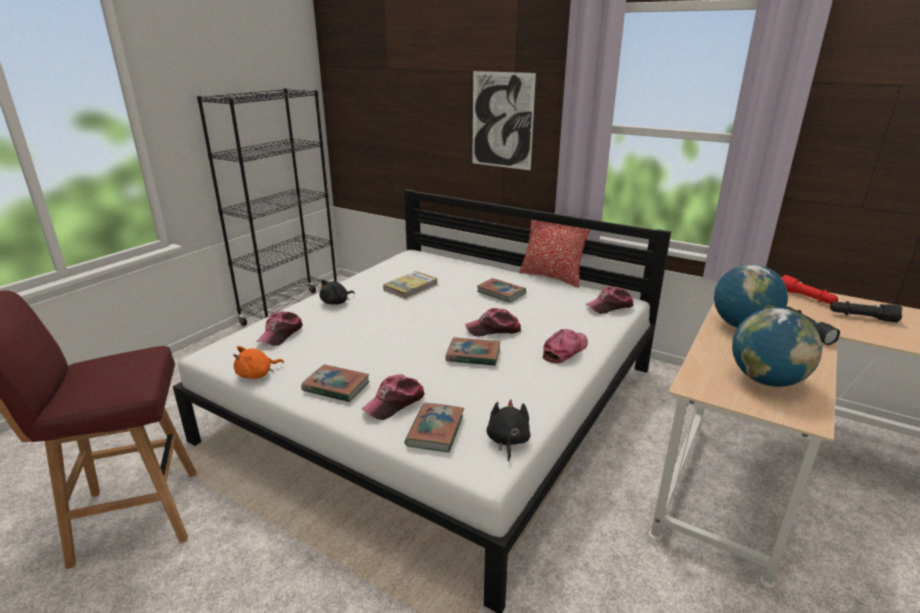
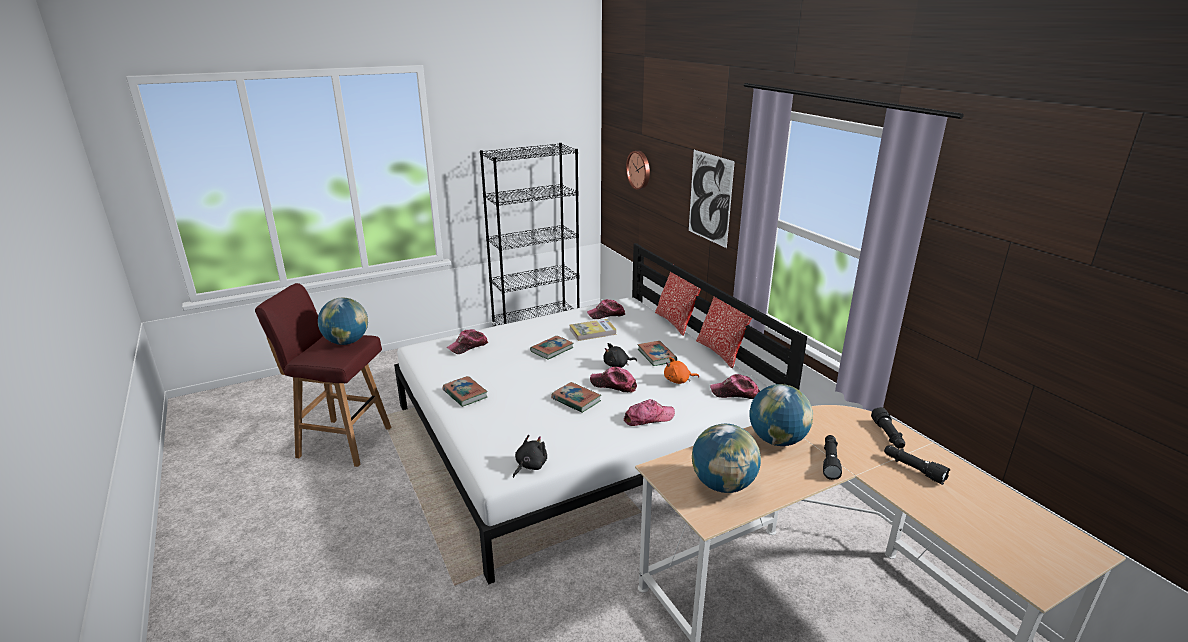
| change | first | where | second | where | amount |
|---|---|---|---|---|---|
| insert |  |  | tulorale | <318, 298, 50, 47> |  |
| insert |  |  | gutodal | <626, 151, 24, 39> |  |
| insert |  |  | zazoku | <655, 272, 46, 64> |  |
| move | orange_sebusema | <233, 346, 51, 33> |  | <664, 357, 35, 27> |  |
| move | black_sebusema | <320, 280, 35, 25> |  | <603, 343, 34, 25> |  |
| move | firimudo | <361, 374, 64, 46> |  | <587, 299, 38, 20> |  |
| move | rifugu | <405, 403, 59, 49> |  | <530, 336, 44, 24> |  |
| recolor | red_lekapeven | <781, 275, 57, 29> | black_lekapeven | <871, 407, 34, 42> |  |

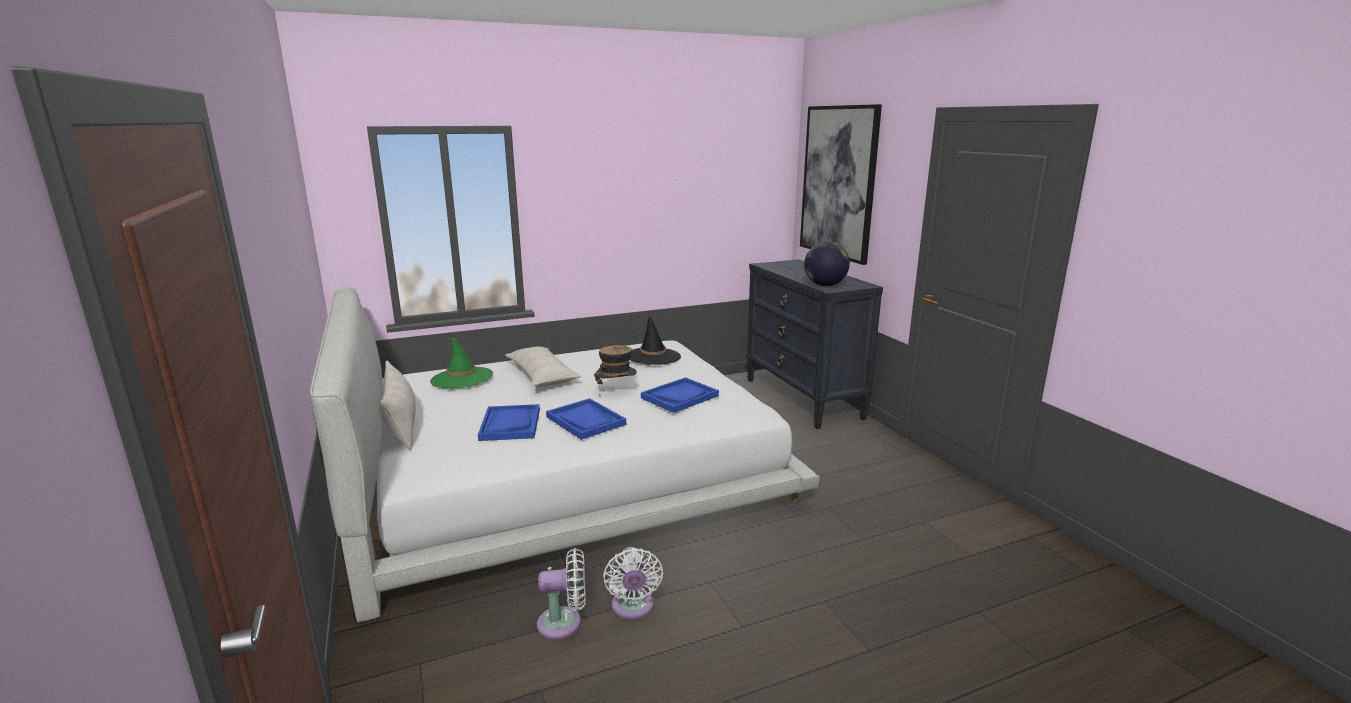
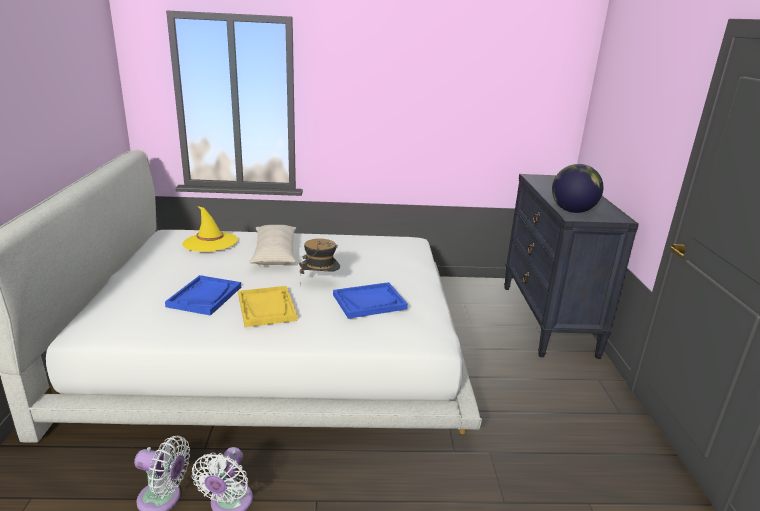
| change | first | where | second | where | amount |
|---|---|---|---|---|---|
| delete | beige_zazoku | <380, 361, 36, 90> |  |  |  |
| delete | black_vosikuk | <629, 315, 52, 50> |  |  |  |
| delete | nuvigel | <800, 104, 82, 161> |  |  |  |
| recolor | green_vosikuk | <430, 338, 63, 50> | yellow_vosikuk | <182, 206, 56, 46> |  |
| recolor | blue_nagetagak | <546, 398, 80, 42> | yellow_nagetagak | <238, 286, 59, 41> |  |

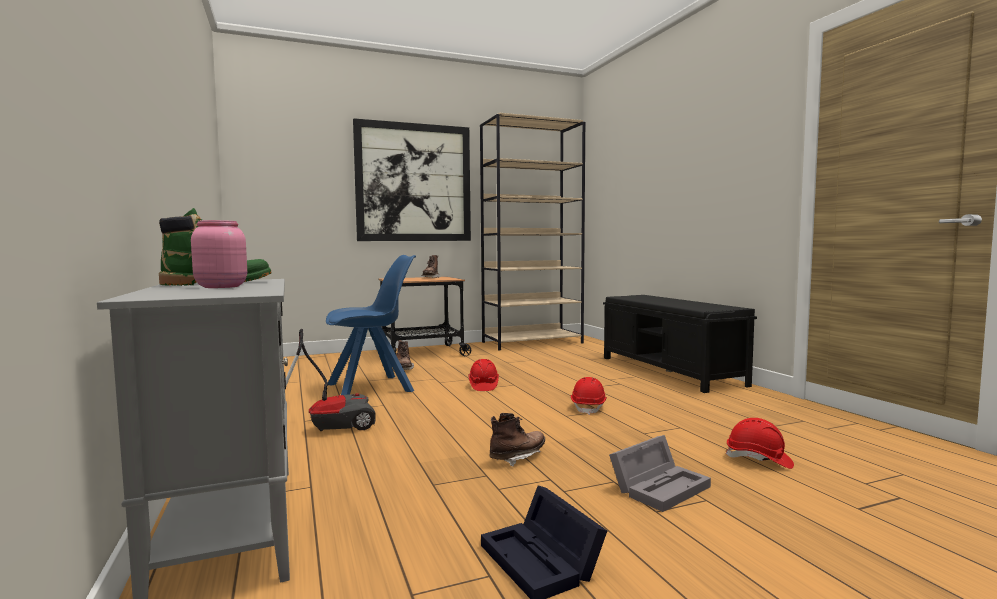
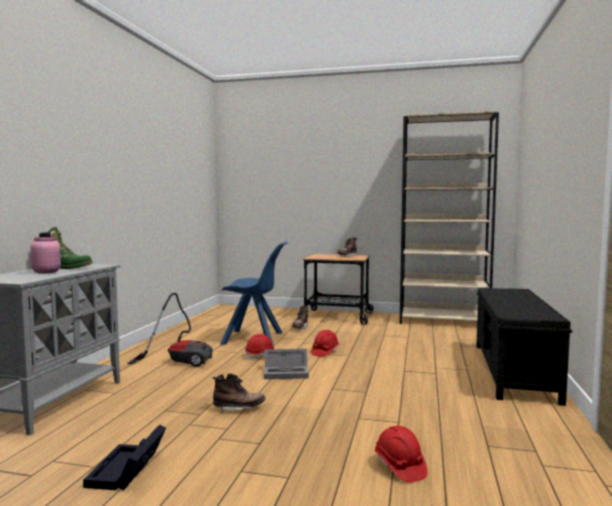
| change | first | where | second | where | amount |
|---|---|---|---|---|---|
| delete | nuvigel | <353, 118, 118, 123> |  |  |  |
| move | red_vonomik | <571, 377, 36, 38> |  | <245, 334, 29, 26> |  |
| move | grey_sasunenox | <609, 435, 102, 77> |  | <264, 349, 45, 30> |  |

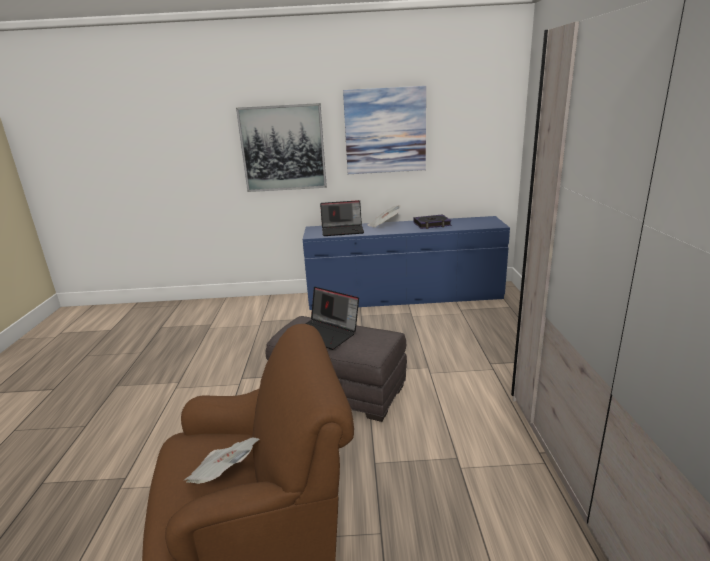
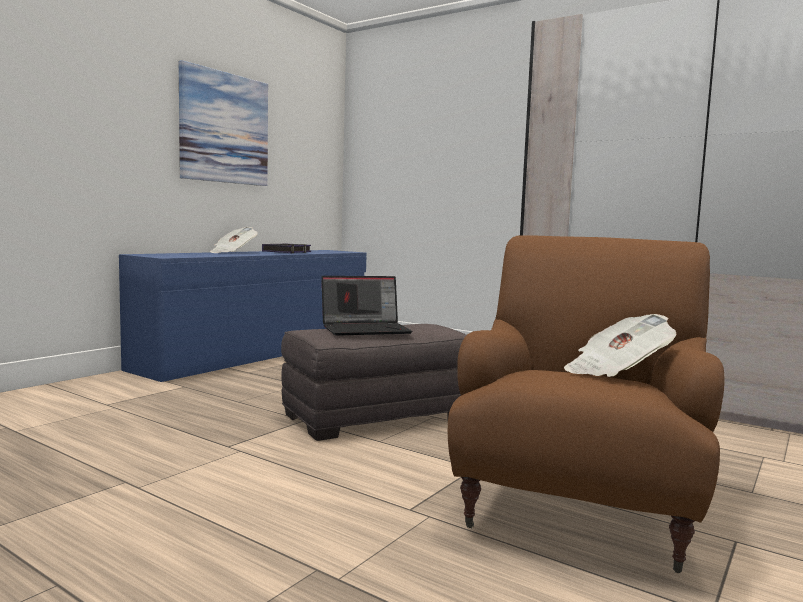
| change | first | where | second | where | amount |
|---|---|---|---|---|---|
| delete | nuvigel | <236, 103, 91, 89> |  |  |  |
| delete | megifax | <320, 200, 44, 36> |  |  |  |

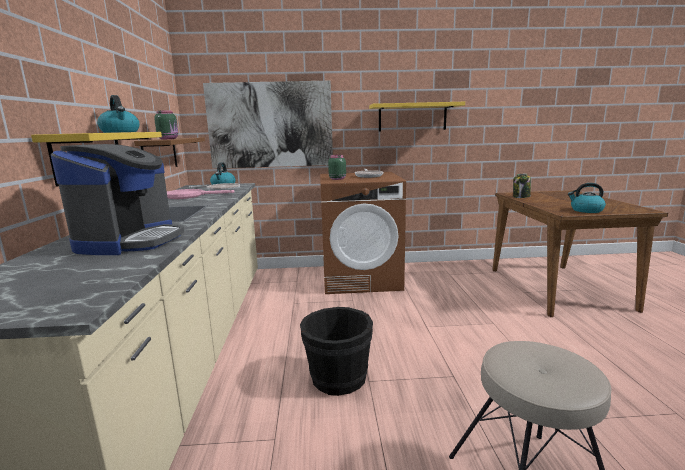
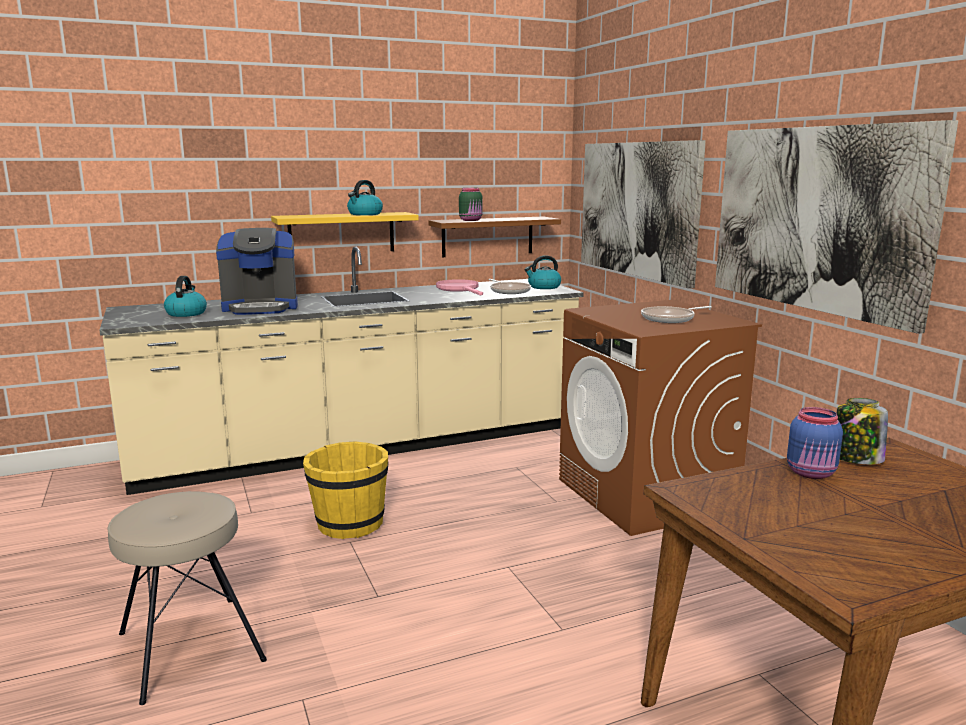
| change | first | where | second | where | amount |
|---|---|---|---|---|---|
| delete | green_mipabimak | <328, 155, 18, 25> |  |  |  |
| insert |  |  | blue_mipabimak | <787, 407, 56, 72> |  |
| move | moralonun | <568, 183, 38, 30> |  | <164, 276, 43, 41> |  |
| replace | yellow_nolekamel | <369, 102, 96, 29> | nuvigel | <715, 120, 243, 214> |  |
| recolor | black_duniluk | <300, 307, 73, 89> | yellow_duniluk | <303, 441, 86, 98> |  |

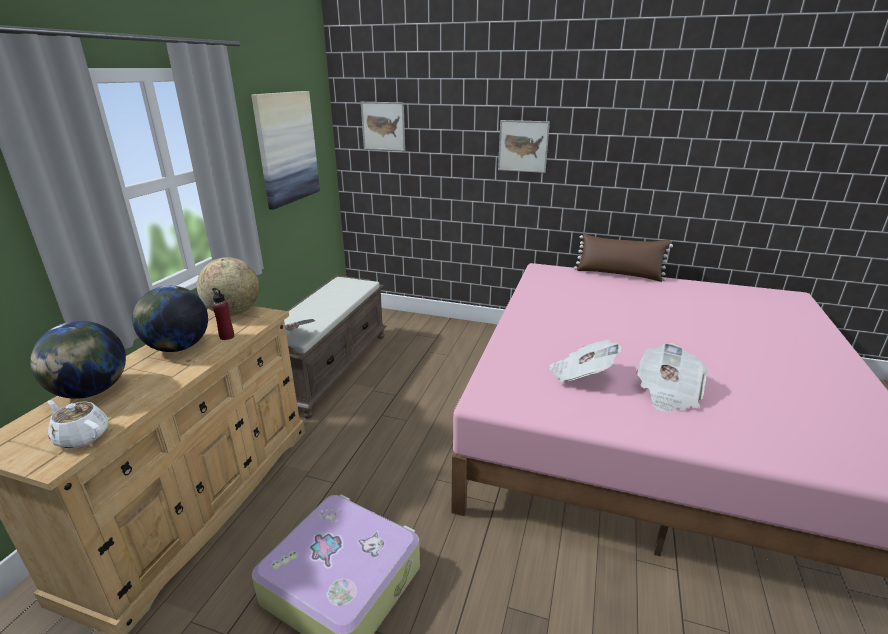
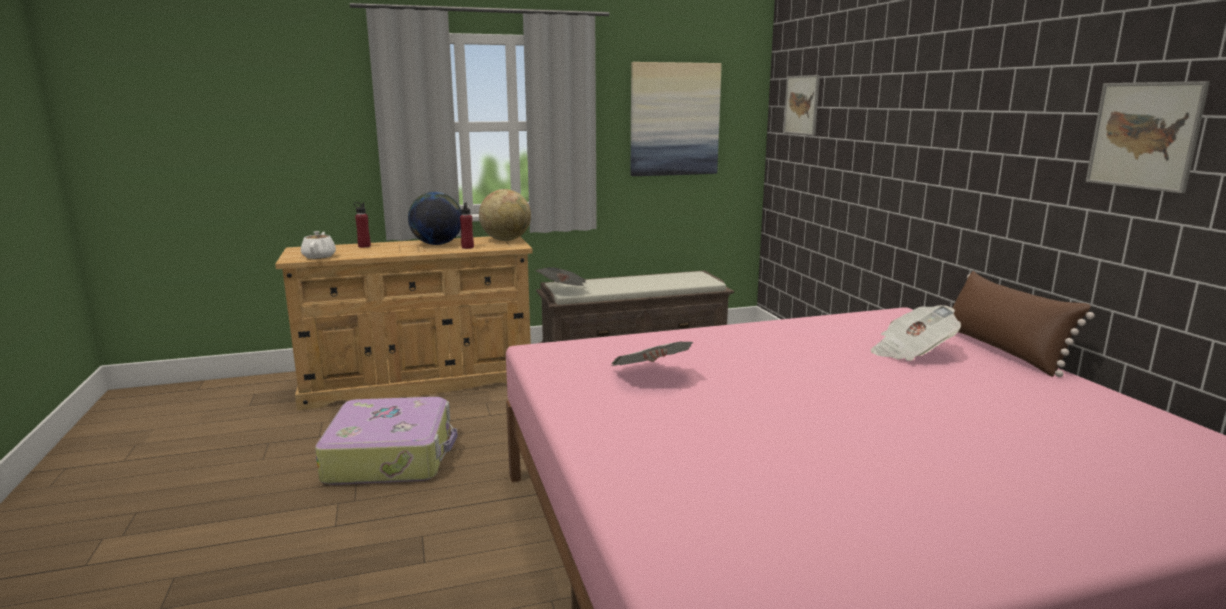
| change | first | where | second | where | amount |
|---|---|---|---|---|---|
| move | nuvigel | <498, 120, 52, 53> |  | <1086, 81, 124, 112> |  |
| move | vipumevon | <636, 343, 72, 68> |  | <871, 305, 90, 56> |  |
| replace | tulorale | <30, 321, 96, 78> | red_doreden | <354, 202, 17, 46> |  |

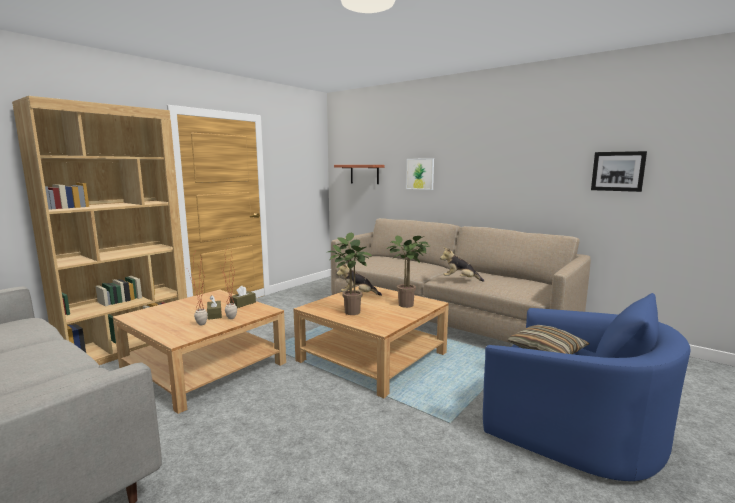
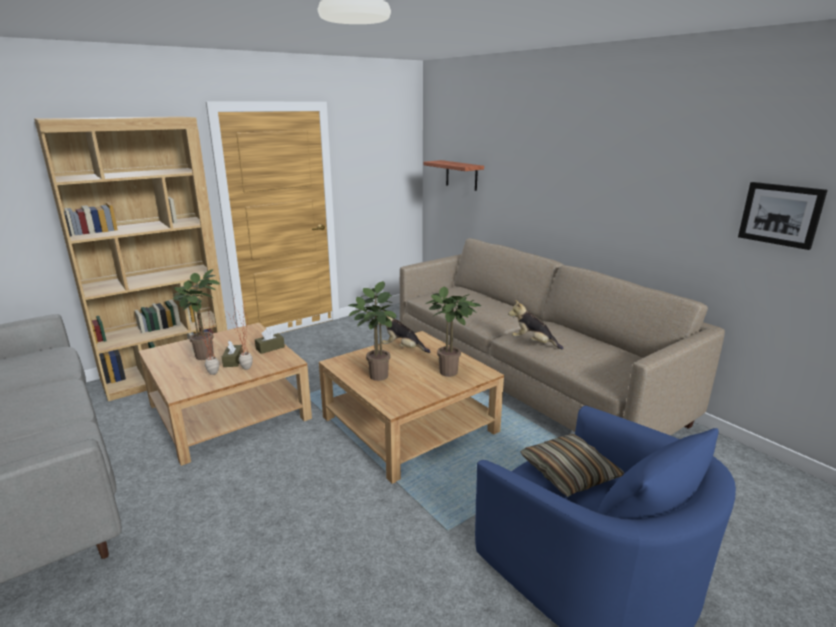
| change | first | where | second | where | amount |
|---|---|---|---|---|---|
| delete | nuvigel | <406, 158, 28, 32> |  |  |  |
| insert |  |  | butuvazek | <172, 269, 48, 91> |  |

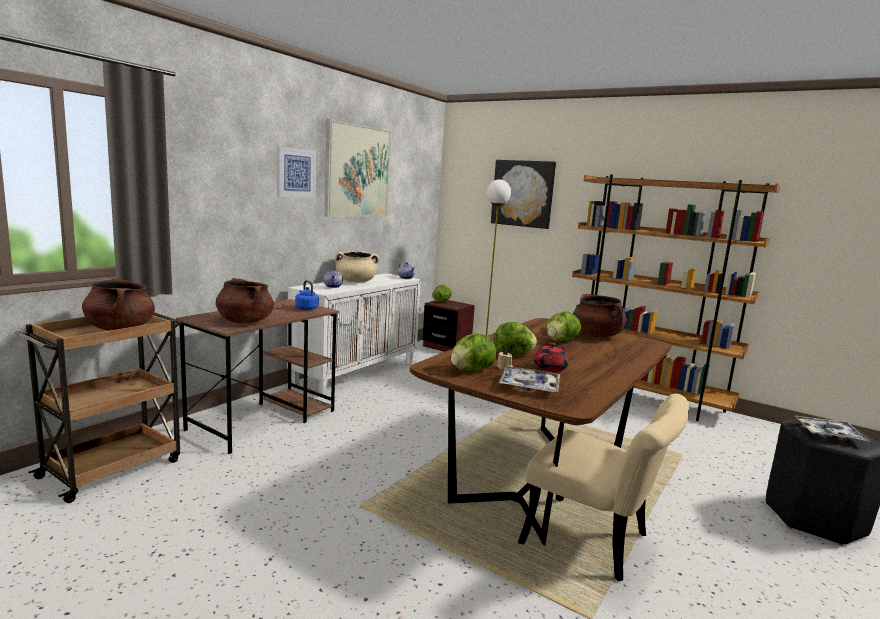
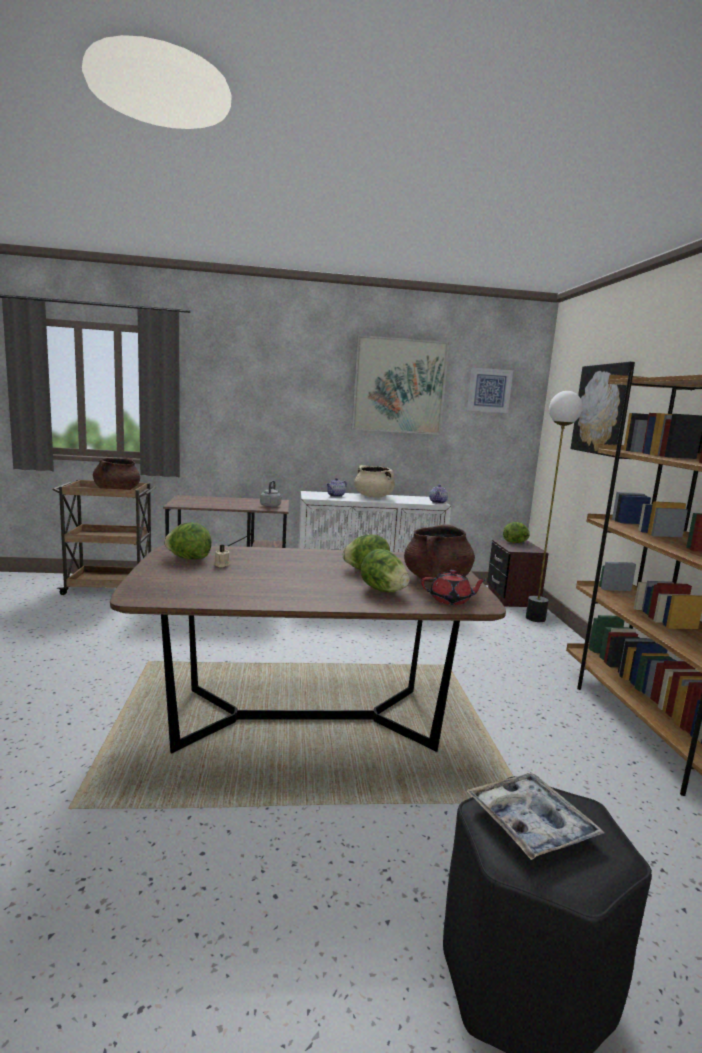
| change | first | where | second | where | amount |
|---|---|---|---|---|---|
| delete | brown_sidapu | <216, 278, 58, 45> |  |  |  |
| delete | nagetagak | <499, 367, 61, 25> |  |  |  |
| delete | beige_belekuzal | <518, 394, 171, 187> |  |  |  |
| move | nuvigel | <277, 146, 39, 52> |  | <467, 367, 46, 46> |  |
| move | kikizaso | <494, 322, 43, 33> |  | <360, 549, 50, 44> |  |
| move | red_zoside | <533, 343, 35, 29> |  | <421, 570, 66, 35> |  |
| recolor | blue_moralonun | <295, 280, 24, 30> | grey_moralonun | <260, 480, 21, 27> |  |

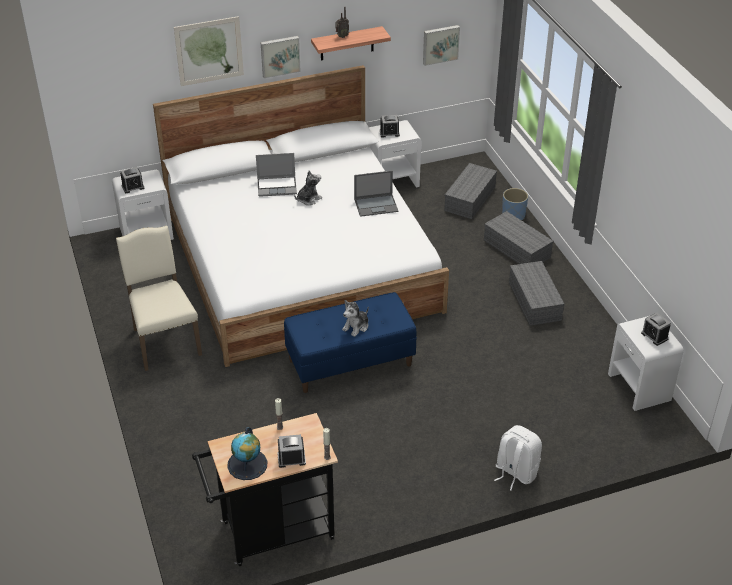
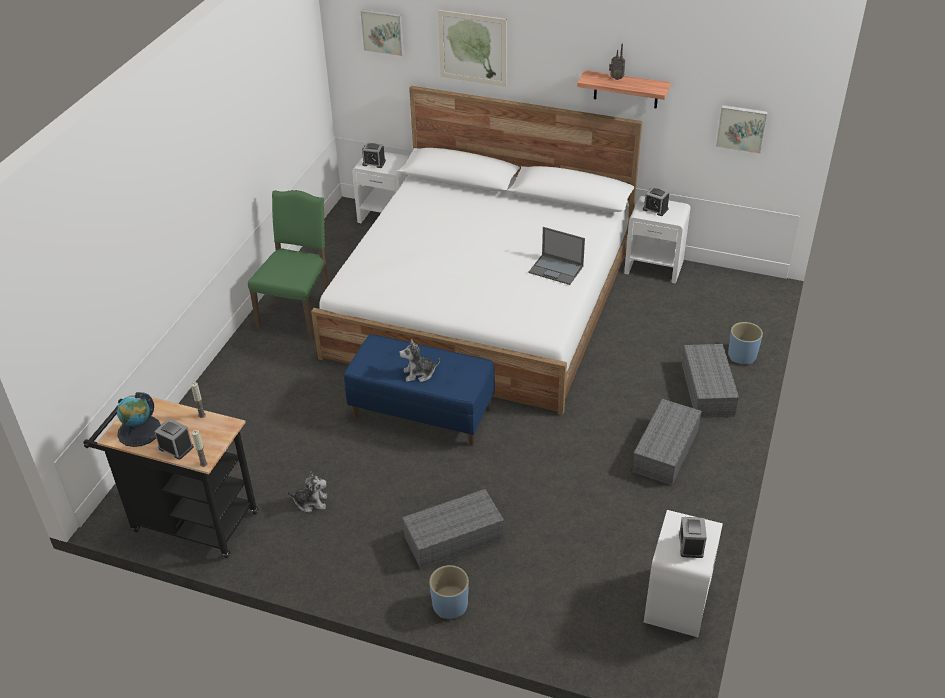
| change | first | where | second | where | amount |
|---|---|---|---|---|---|
| delete | megifax | <256, 153, 41, 44> |  |  |  |
| move | nuvigel | <261, 36, 40, 42> |  | <361, 9, 43, 47> |  |
| move | sebusema | <294, 170, 28, 35> |  | <287, 471, 40, 42> |  |
| move | grey_sasunenox | <444, 163, 53, 56> |  | <402, 489, 102, 80> |  |
| replace | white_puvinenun | <494, 425, 48, 66> | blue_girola | <429, 565, 40, 54> |  |
| recolor | beige_belekuzal | <116, 226, 86, 145> | green_belekuzal | <248, 190, 81, 149> |  |

